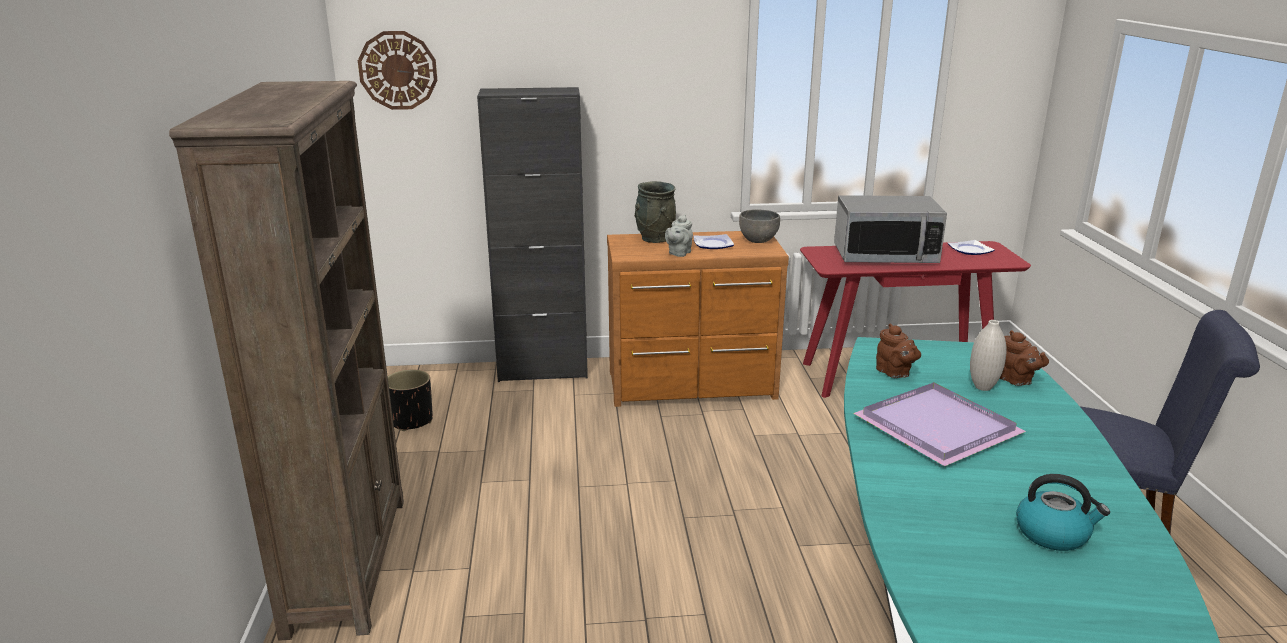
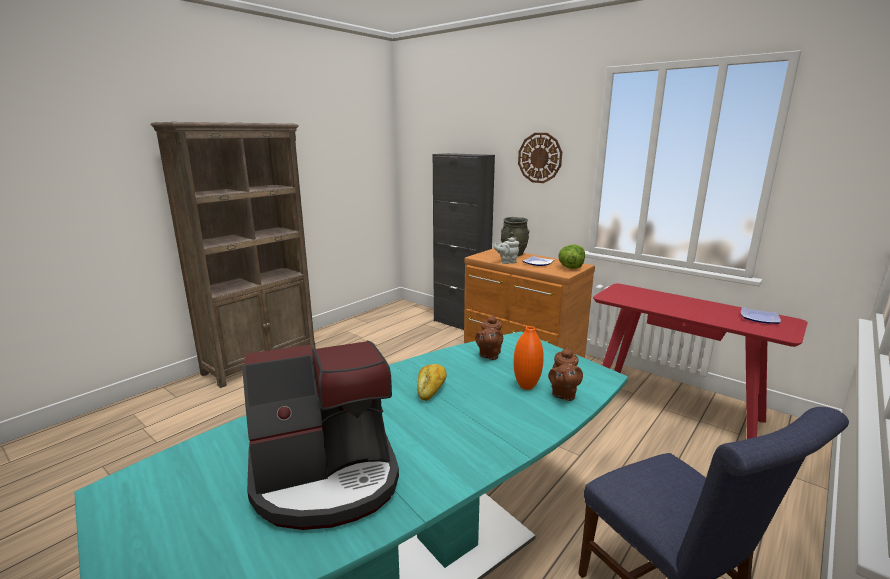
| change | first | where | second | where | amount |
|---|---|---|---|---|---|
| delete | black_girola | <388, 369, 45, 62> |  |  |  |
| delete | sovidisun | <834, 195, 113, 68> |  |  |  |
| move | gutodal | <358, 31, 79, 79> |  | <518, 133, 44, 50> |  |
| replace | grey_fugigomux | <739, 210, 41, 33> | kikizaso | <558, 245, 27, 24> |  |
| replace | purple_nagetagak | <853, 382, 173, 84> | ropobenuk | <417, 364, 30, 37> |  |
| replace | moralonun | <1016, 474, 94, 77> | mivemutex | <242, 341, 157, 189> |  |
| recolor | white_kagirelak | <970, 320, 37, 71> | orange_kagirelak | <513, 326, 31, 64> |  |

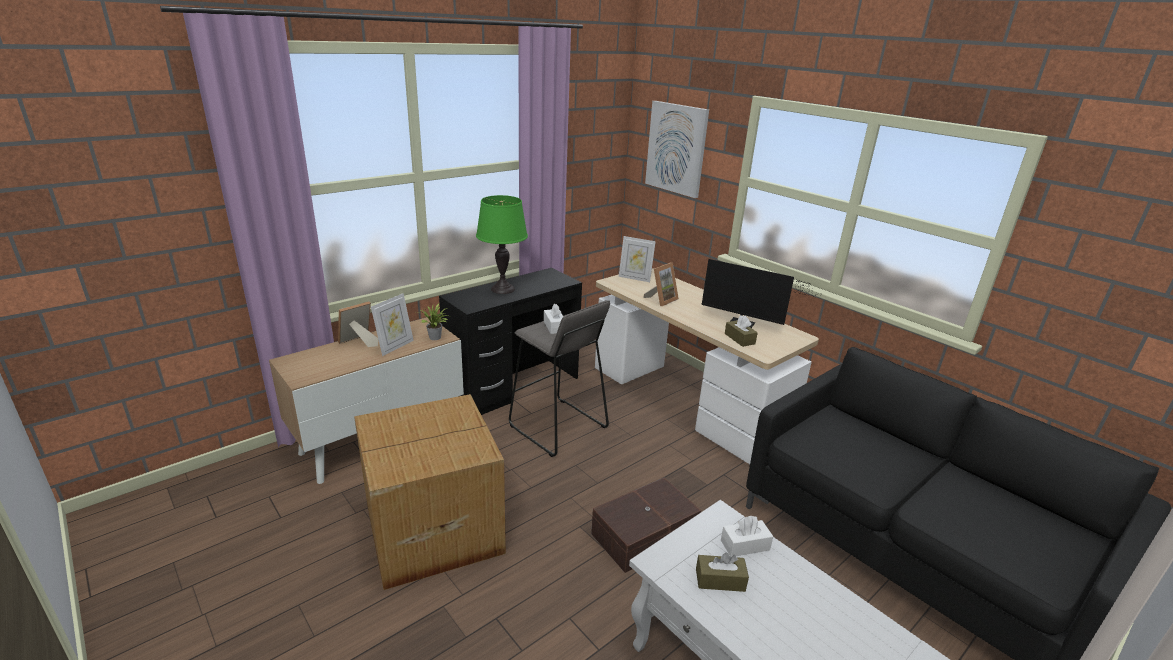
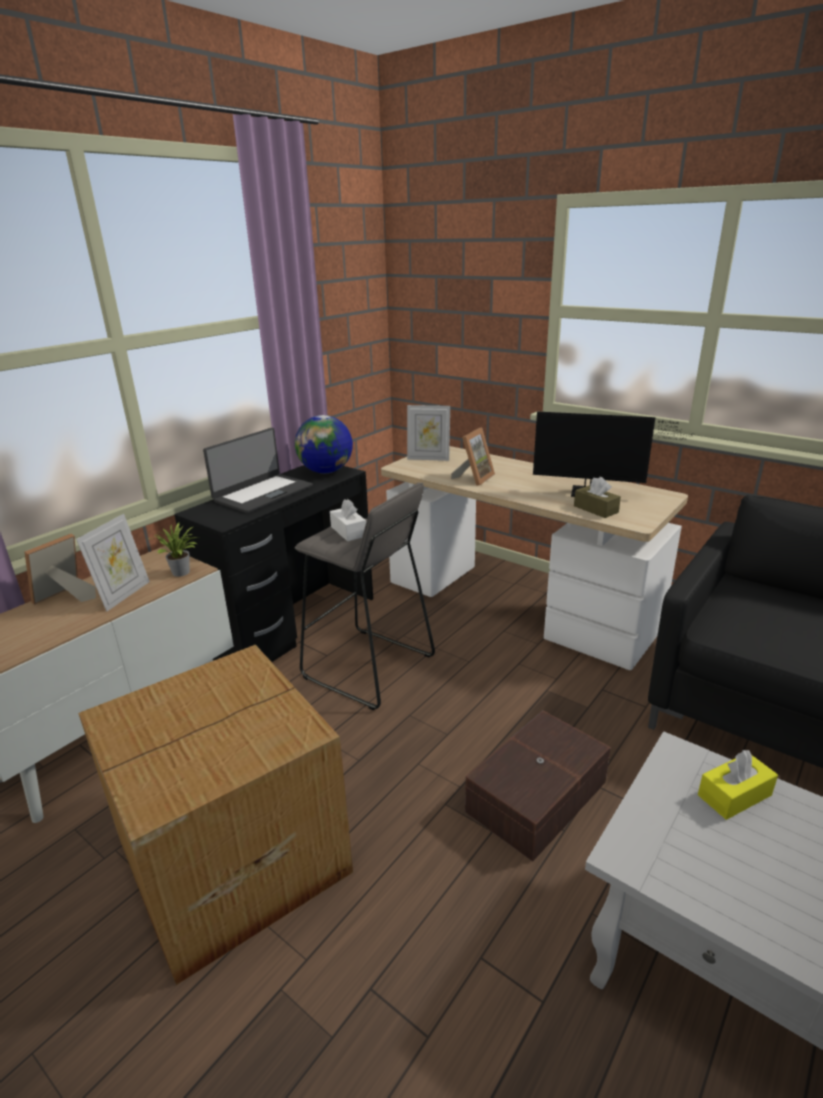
| change | first | where | second | where | amount |
|---|---|---|---|---|---|
| delete | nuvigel | <645, 101, 64, 97> |  |  |  |
| delete | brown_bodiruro | <696, 552, 53, 40> |  |  |  |
| insert |  |  | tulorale | <295, 415, 58, 58> |  |
| replace | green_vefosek | <476, 195, 52, 99> | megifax | <203, 428, 110, 85> |  |
| recolor | white_bodiruro | <721, 516, 52, 41> | yellow_bodiruro | <698, 750, 80, 70> |  |

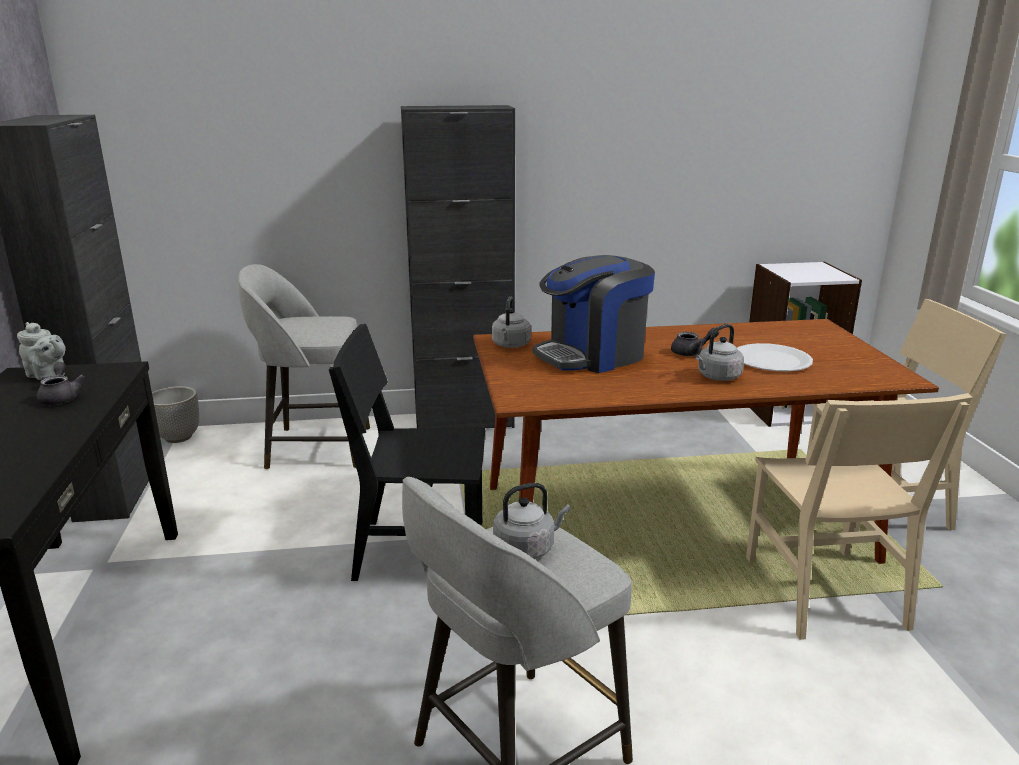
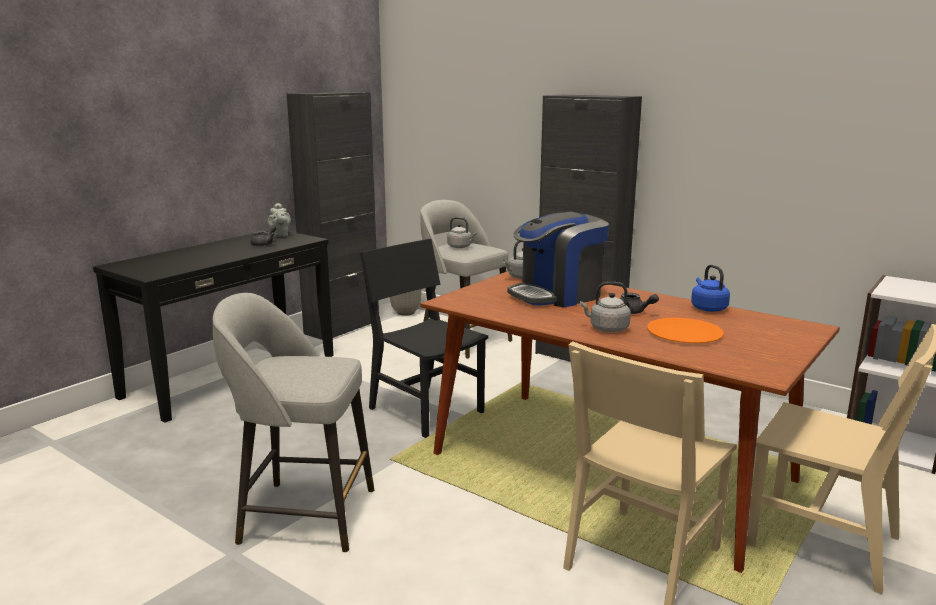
| change | first | where | second | where | amount |
|---|---|---|---|---|---|
| insert |  |  | blue_moralonun | <691, 265, 39, 47> |  |
| move | grey_moralonun | <493, 483, 77, 76> |  | <447, 217, 30, 31> |  |
| recolor | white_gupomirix | <737, 343, 76, 28> | orange_gupomirix | <647, 317, 77, 26> |  |
| rotate | mivemutex | <532, 255, 123, 118> |  | <507, 212, 102, 96> | 45 degrees counterclockwise |

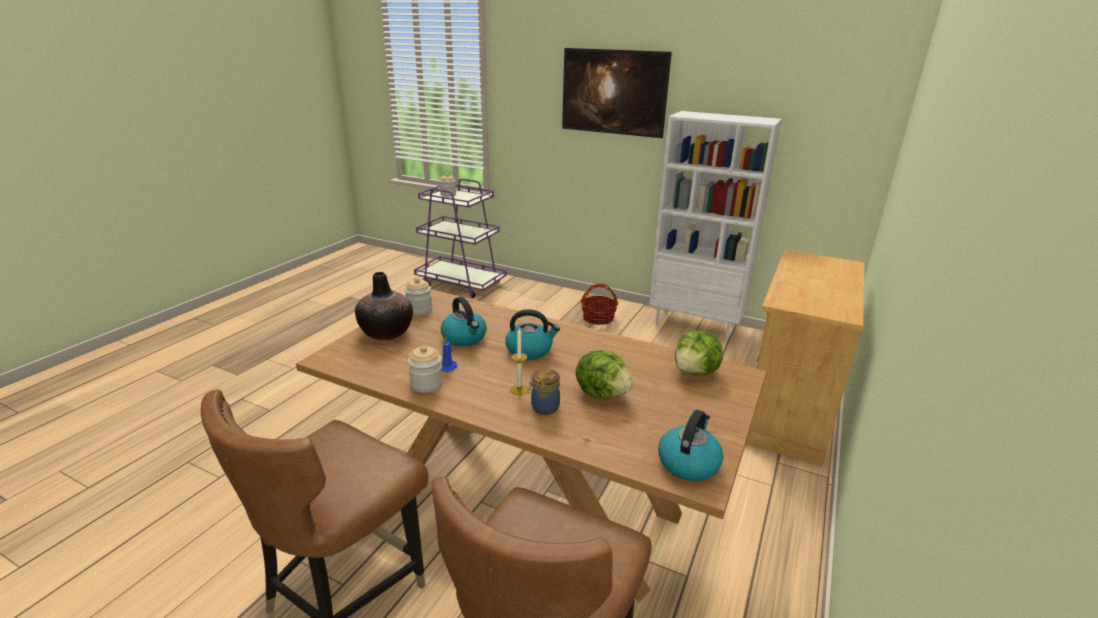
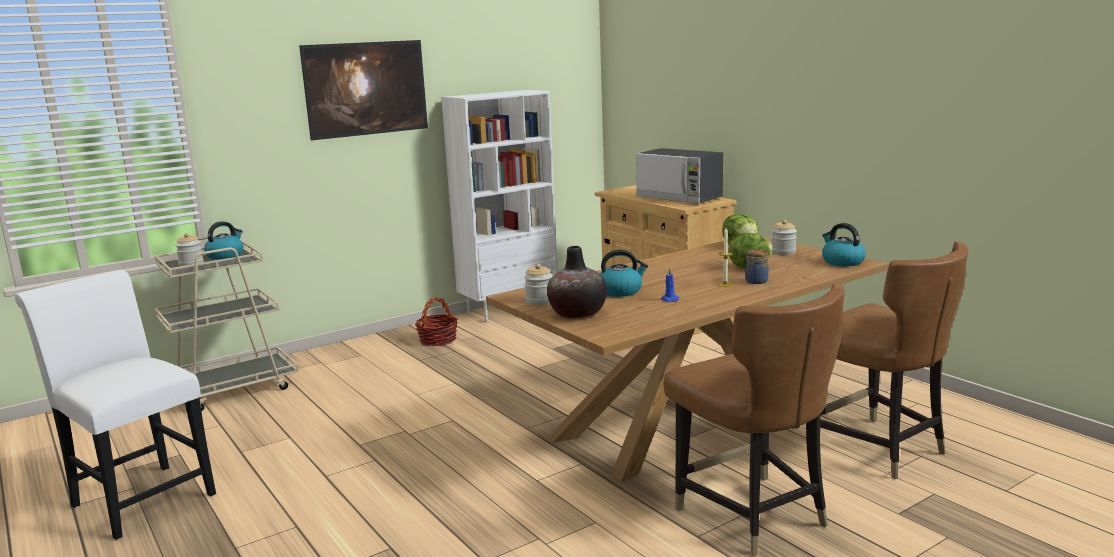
| change | first | where | second | where | amount |
|---|---|---|---|---|---|
| insert |  |  | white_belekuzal | <15, 270, 201, 270> |  |
| insert |  |  | sovidisun | <636, 148, 87, 56> |  |
| move | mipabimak | <408, 346, 35, 47> |  | <771, 220, 26, 35> |  |
| move | moralonun | <505, 309, 55, 51> |  | <204, 221, 39, 39> |  |
| recolor | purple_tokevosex | <414, 179, 93, 119> | beige_tokevosex | <154, 236, 145, 175> |  |

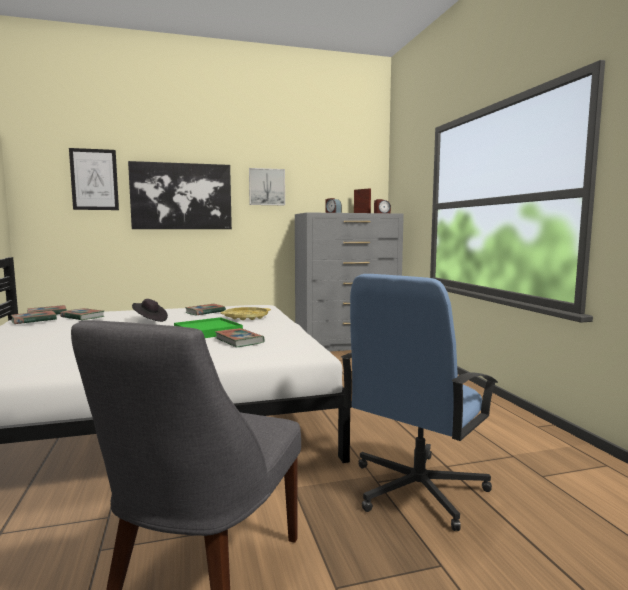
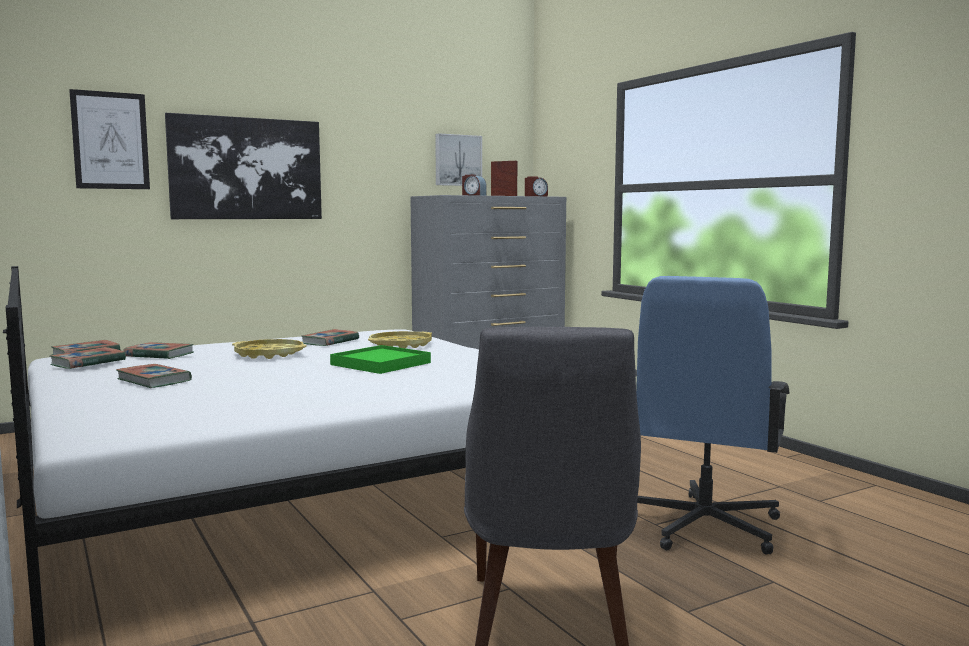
| change | first | where | second | where | amount |
|---|---|---|---|---|---|
| move | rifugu | <215, 328, 50, 19> |  | <116, 364, 76, 24> |  |
| move | nuvigel | <249, 168, 36, 37> |  | <435, 133, 47, 53> |  |
| replace | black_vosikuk | <132, 299, 36, 23> | yellow_nagetagak | <232, 339, 75, 20> |  |

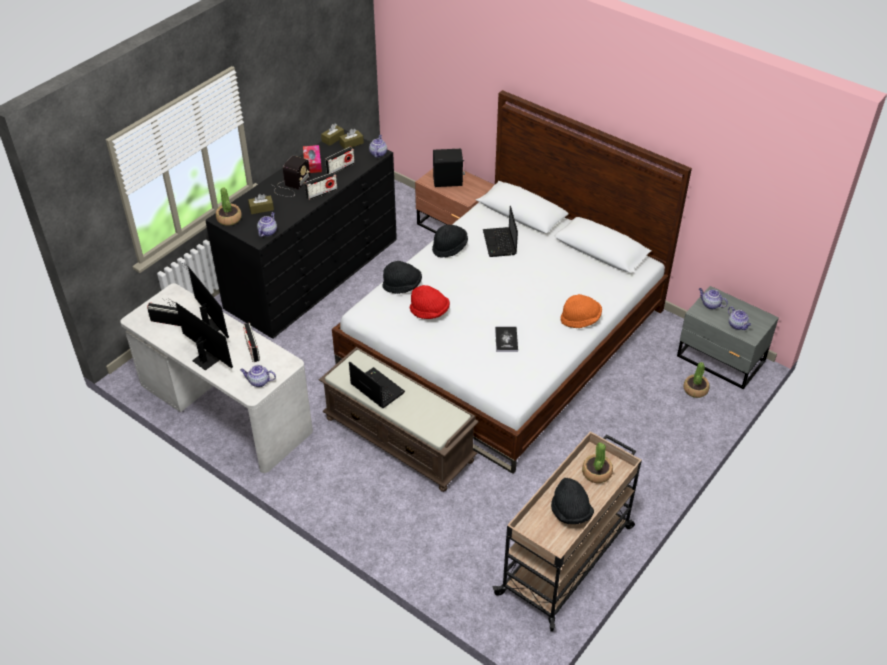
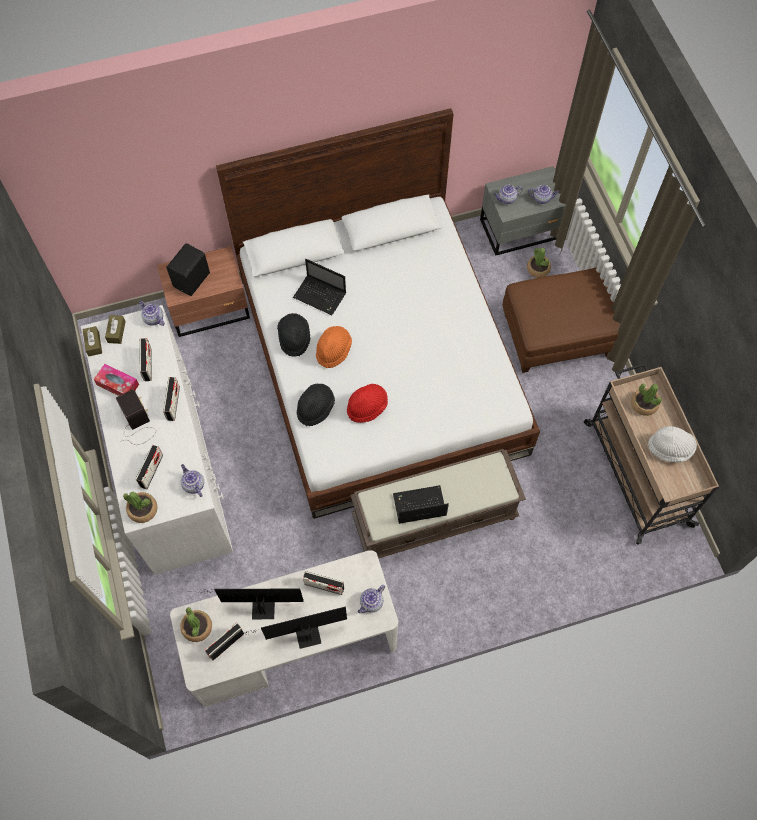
| change | first | where | second | where | amount |
|---|---|---|---|---|---|
| delete | rifugu | <495, 327, 23, 25> |  |  |  |
| insert |  |  | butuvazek | <180, 607, 32, 35> |  |
| insert |  |  | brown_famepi | <503, 267, 117, 106> |  |
| move | orange_vosikuk | <560, 294, 42, 34> |  | <316, 326, 36, 43> |  |
| replace | brown_bodiruro | <248, 194, 26, 20> | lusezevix | <136, 445, 27, 44> |  |
| recolor | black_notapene | <205, 129, 192, 210> | white_notapene | <81, 305, 152, 270> |  |
| recolor | black_vosikuk | <551, 478, 43, 47> | white_vosikuk | <648, 426, 49, 37> |  |

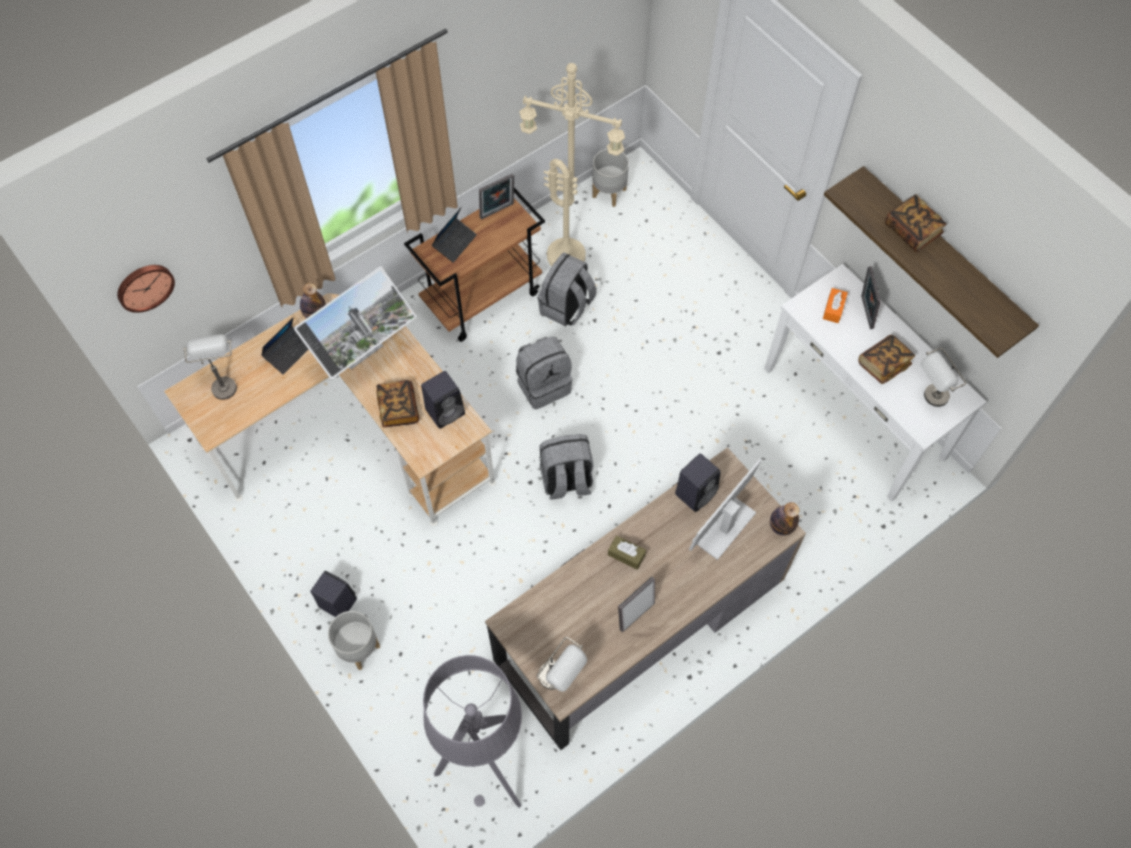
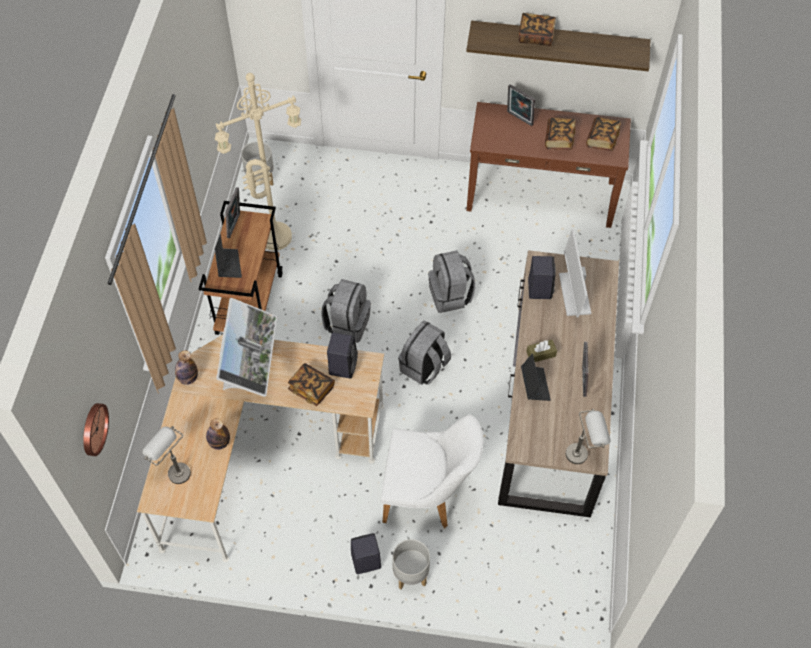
| change | first | where | second | where | amount |
|---|---|---|---|---|---|
| delete | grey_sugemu | <423, 655, 99, 153> |  |  |  |
| delete | orange_bodiruro | <823, 288, 25, 35> |  |  |  |
| insert |  |  | white_belekuzal | <380, 414, 104, 114> |  |
| move | megifax | <261, 317, 47, 57> |  | <521, 353, 30, 48> |  |
| move | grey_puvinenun | <537, 253, 59, 73> |  | <428, 250, 47, 63> |  |
| move | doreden | <770, 502, 29, 34> |  | <206, 418, 24, 32> |  |
| replace | grey_vefosek | <921, 348, 45, 59> | rifugu | <586, 117, 35, 34> |  |
| recolor | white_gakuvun | <764, 264, 223, 238> | brown_gakuvun | <466, 102, 165, 126> |  |

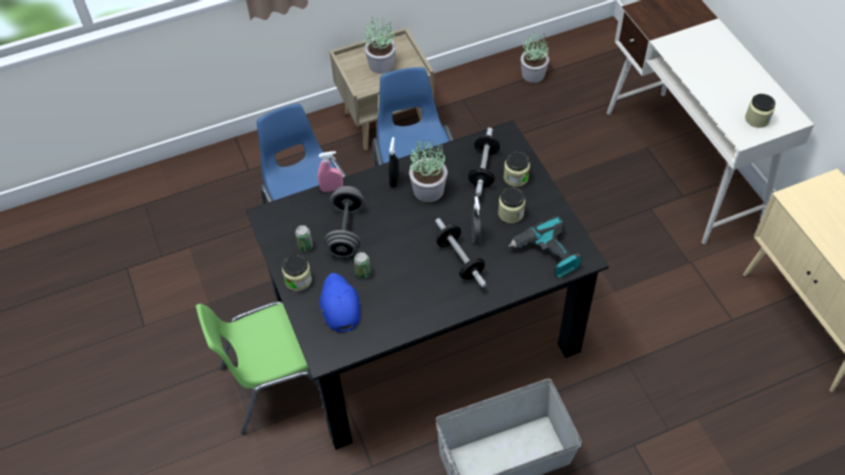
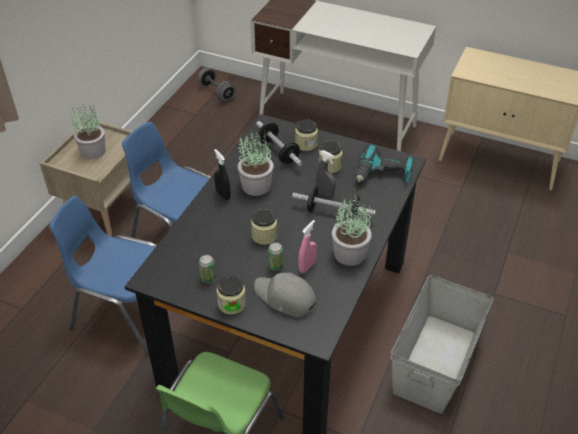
| change | first | where | second | where | amount |
|---|---|---|---|---|---|
| move | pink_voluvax | <318, 151, 25, 41> |  | <298, 220, 19, 53> |  |
| move | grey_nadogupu | <324, 186, 41, 72> |  | <198, 68, 37, 33> |  |
| move | butuvazek | <521, 32, 28, 51> |  | <332, 193, 40, 73> |  |
| move | mipabimak | <745, 94, 30, 34> |  | <251, 209, 26, 36> |  |
| recolor | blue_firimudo | <319, 273, 42, 59> | grey_firimudo | <254, 273, 63, 44> |  |

